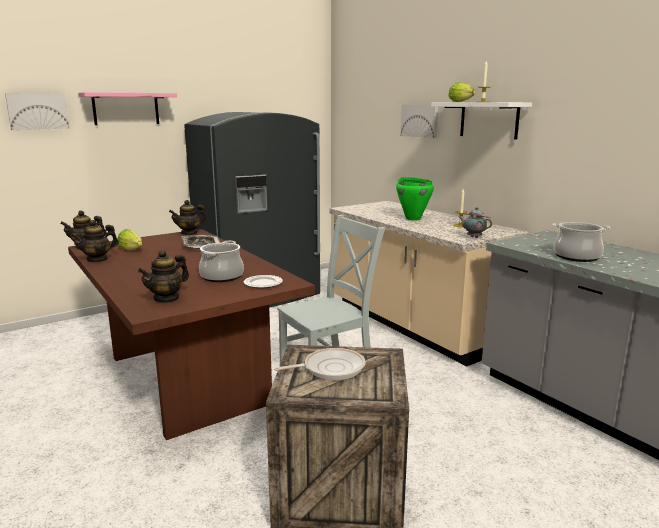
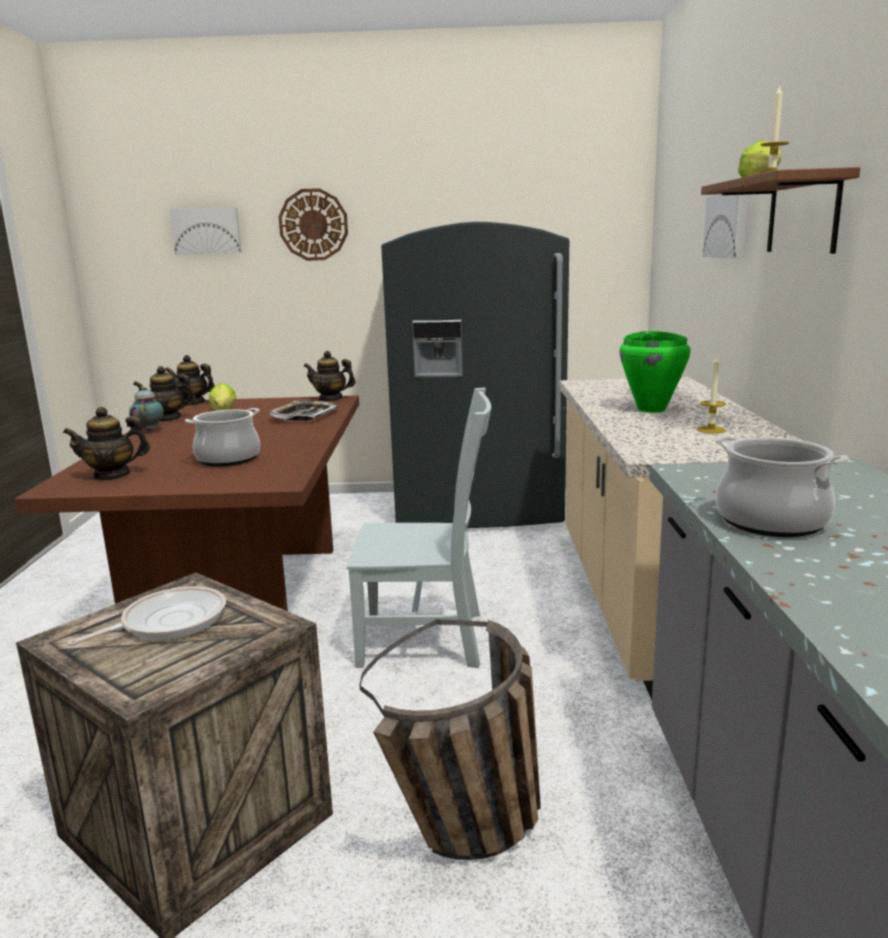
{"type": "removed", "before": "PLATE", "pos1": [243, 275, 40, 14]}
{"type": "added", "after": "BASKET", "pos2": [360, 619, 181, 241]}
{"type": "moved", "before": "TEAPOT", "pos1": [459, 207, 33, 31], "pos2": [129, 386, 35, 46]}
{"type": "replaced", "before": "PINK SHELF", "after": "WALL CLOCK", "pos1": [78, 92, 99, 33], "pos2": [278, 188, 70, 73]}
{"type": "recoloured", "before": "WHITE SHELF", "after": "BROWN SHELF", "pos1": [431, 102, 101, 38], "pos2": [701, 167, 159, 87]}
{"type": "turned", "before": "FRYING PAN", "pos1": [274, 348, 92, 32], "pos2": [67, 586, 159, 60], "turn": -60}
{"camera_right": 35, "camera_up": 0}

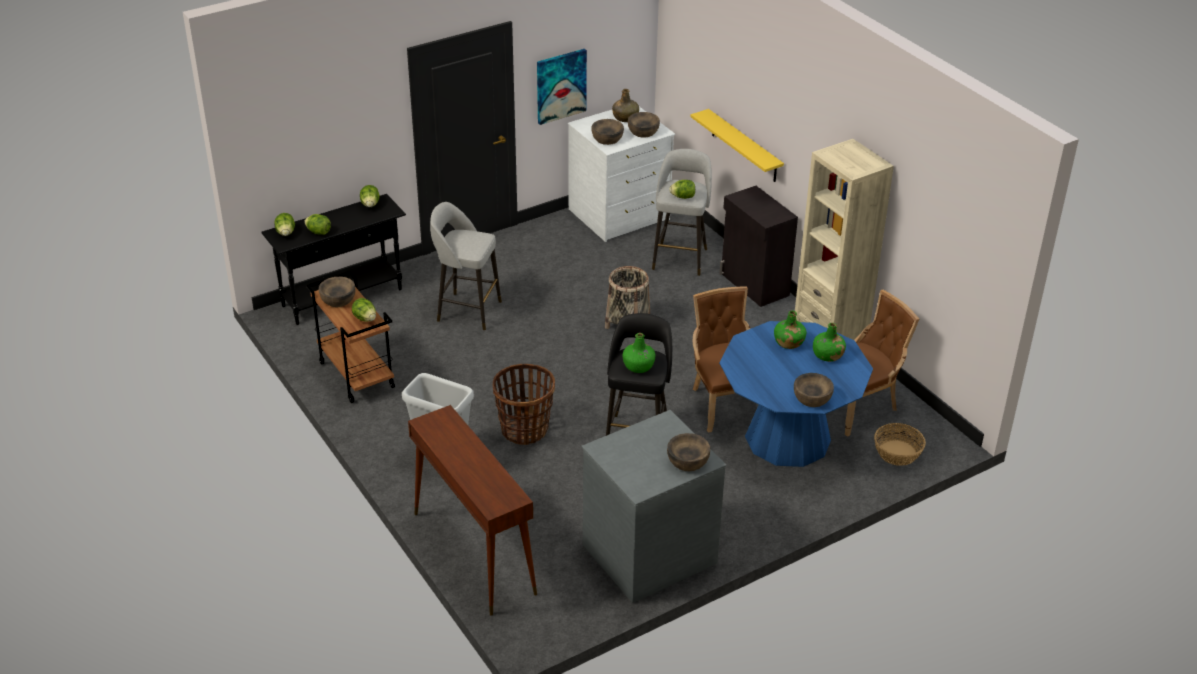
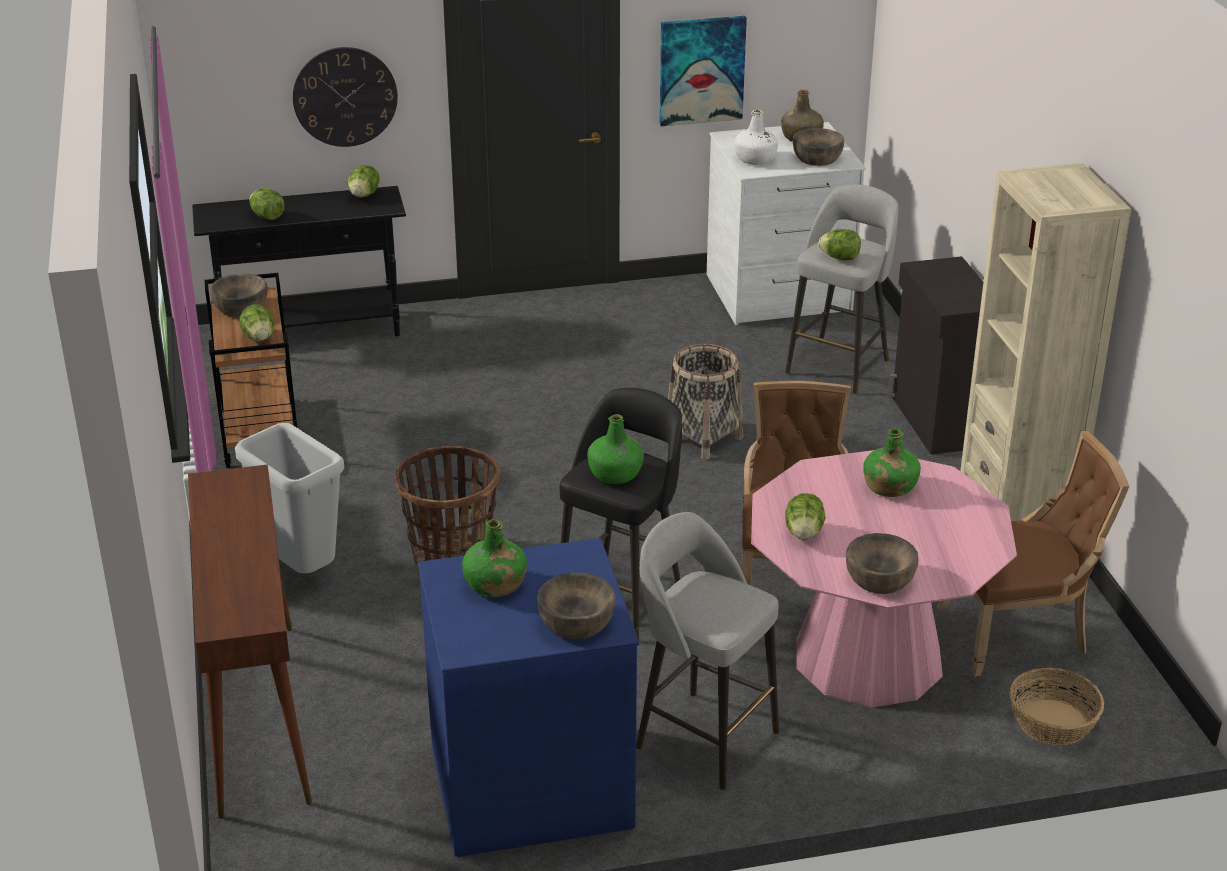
{"type": "removed", "before": "YELLOW SHELF", "pos1": [690, 109, 94, 73]}
{"type": "added", "after": "WALL CLOCK", "pos2": [293, 47, 105, 100]}
{"type": "moved", "before": "LETTUCE", "pos1": [274, 213, 21, 23], "pos2": [785, 493, 41, 47]}
{"type": "moved", "before": "GREY STOOL", "pos1": [430, 202, 72, 128], "pos2": [636, 512, 143, 278]}
{"type": "moved", "before": "GREEN BOTTLE", "pos1": [813, 323, 33, 39], "pos2": [462, 519, 65, 78]}
{"type": "replaced", "before": "BROWN BOWL", "after": "WHITE BOTTLE", "pos1": [591, 119, 33, 26], "pos2": [734, 109, 44, 56]}
{"type": "recoloured", "before": "GREY DRESSER", "after": "BLUE DRESSER", "pos1": [581, 410, 145, 193], "pos2": [418, 538, 221, 319]}
{"type": "recoloured", "before": "BLUE DINING TABLE", "after": "PINK DINING TABLE", "pos1": [719, 321, 154, 146], "pos2": [751, 450, 266, 258]}
{"camera_right": 20, "camera_up": -5}

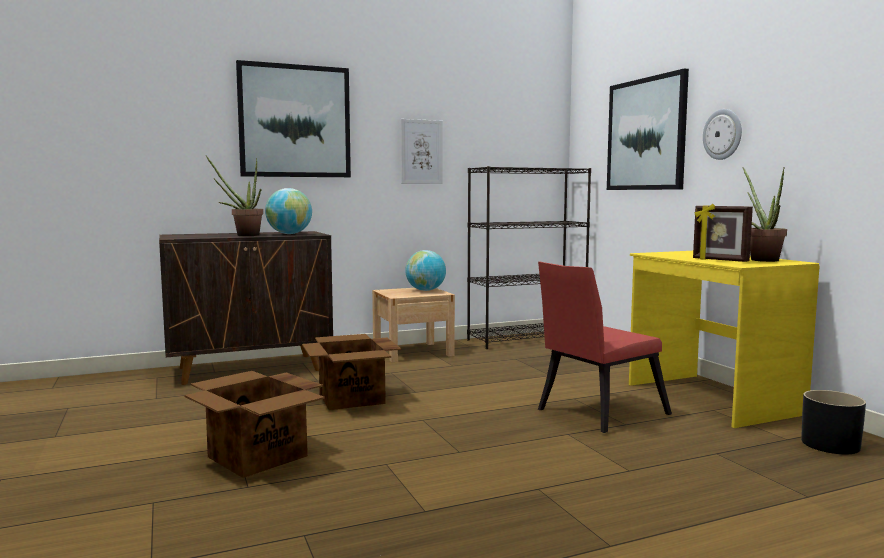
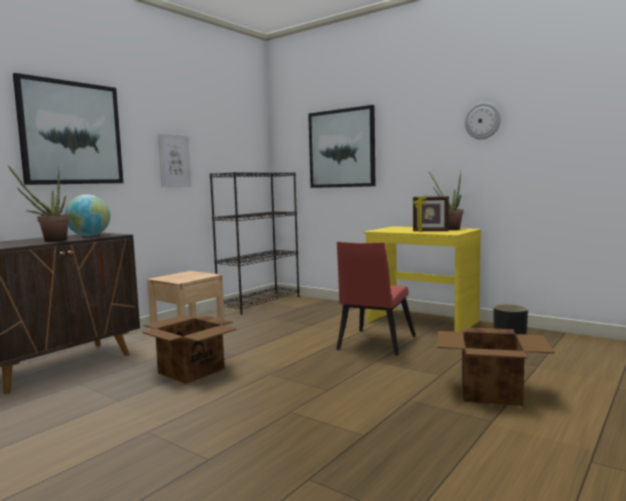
{"type": "removed", "before": "GLOBE", "pos1": [405, 250, 41, 41]}
{"type": "moved", "before": "CARDBOARD BOX", "pos1": [184, 371, 141, 107], "pos2": [438, 327, 117, 79]}
{"type": "moved", "before": "WALL CLOCK", "pos1": [703, 109, 39, 51], "pos2": [465, 102, 36, 38]}
{"camera_right": -30, "camera_up": 0}

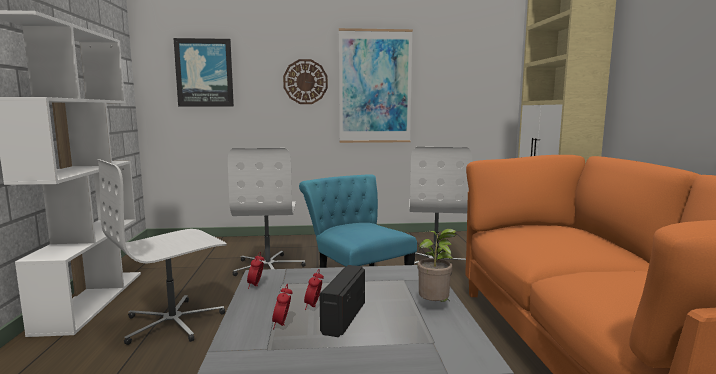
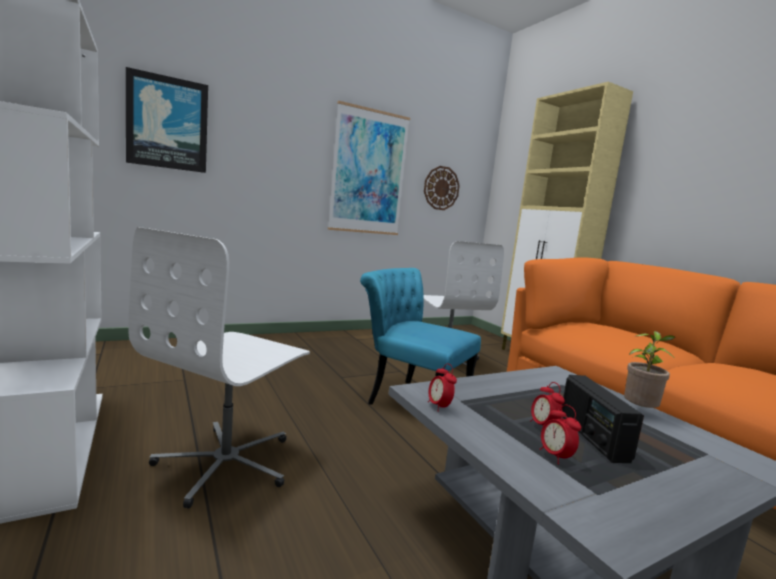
{"type": "removed", "before": "WHITE OFFICE CHAIR", "pos1": [228, 148, 78, 128]}
{"type": "moved", "before": "WALL CLOCK", "pos1": [283, 59, 45, 45], "pos2": [424, 166, 36, 44]}
{"camera_right": -25, "camera_up": 0}

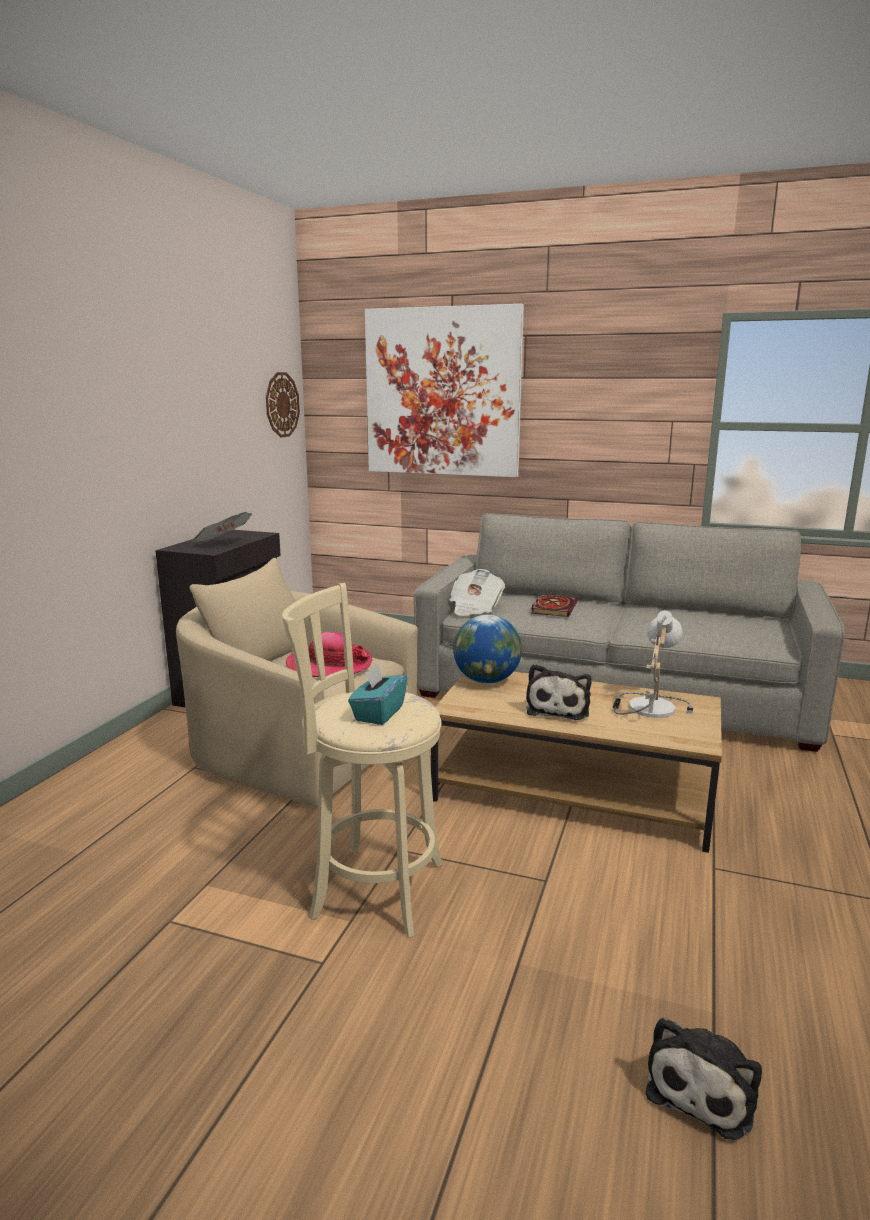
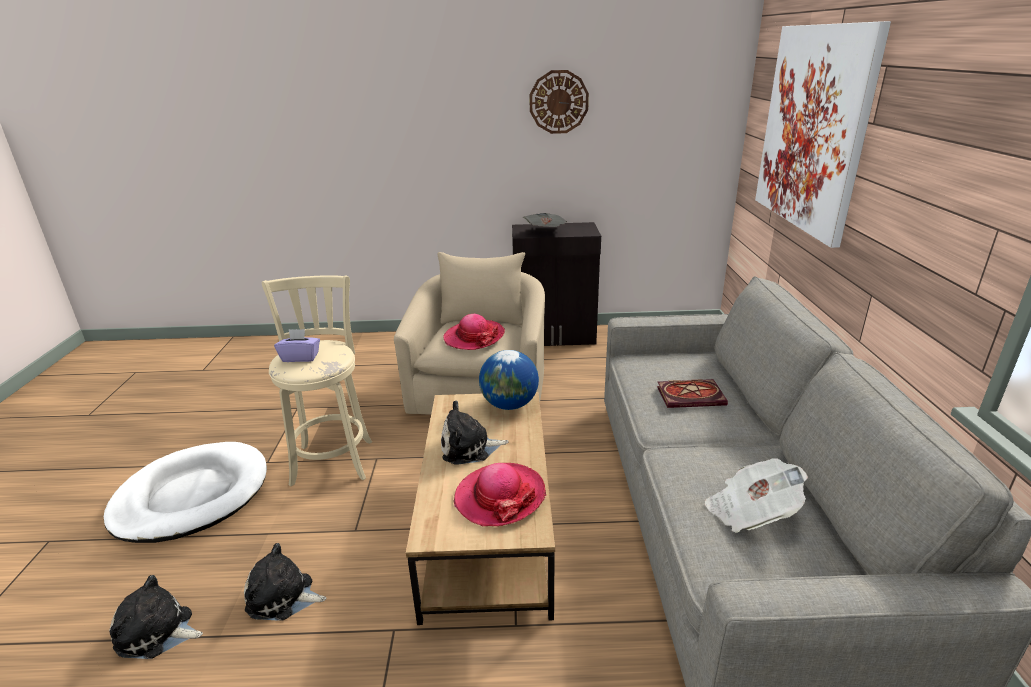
{"type": "added", "after": "WHITE DOG BED", "pos2": [104, 442, 163, 101]}
{"type": "added", "after": "PLUSH TOY", "pos2": [244, 543, 83, 78]}
{"type": "moved", "before": "WALL CLOCK", "pos1": [266, 372, 34, 66], "pos2": [529, 70, 60, 64]}
{"type": "moved", "before": "NEWSPAPER", "pos1": [450, 569, 55, 47], "pos2": [705, 458, 103, 75]}
{"type": "replaced", "before": "TABLE LAMP", "after": "HAT", "pos1": [613, 610, 80, 108], "pos2": [453, 463, 93, 63]}
{"type": "recoloured", "before": "TURQUOISE TISSUE BOX", "after": "PURPLE TISSUE BOX", "pos1": [348, 663, 59, 62], "pos2": [274, 329, 46, 33]}
{"camera_right": 70, "camera_up": 10}

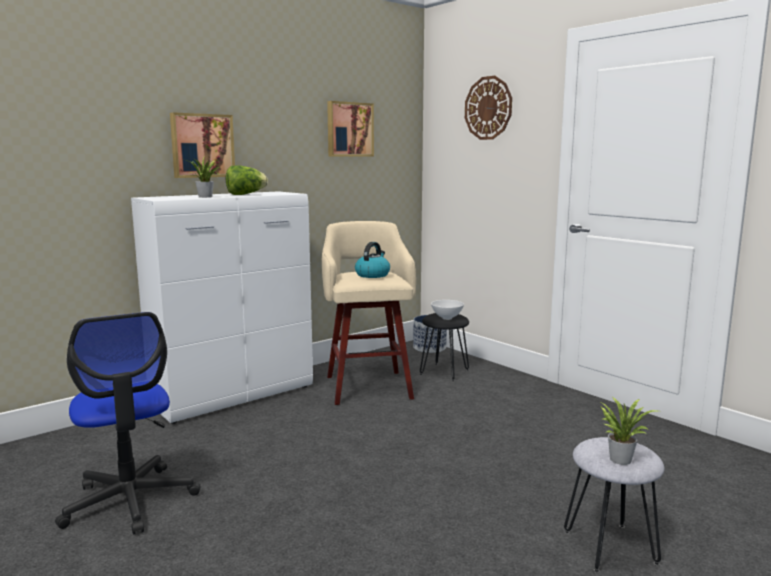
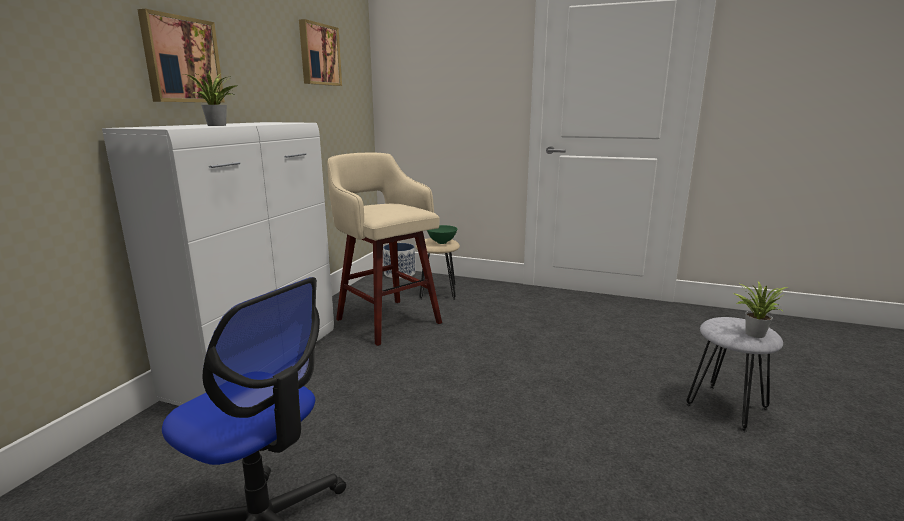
{"type": "removed", "before": "LETTUCE", "pos1": [226, 165, 42, 30]}
{"type": "removed", "before": "KETTLE", "pos1": [355, 242, 35, 36]}
{"type": "removed", "before": "WALL CLOCK", "pos1": [465, 76, 47, 64]}
{"type": "recoloured", "before": "BLACK STOOL", "after": "BEIGE STOOL", "pos1": [420, 313, 49, 68], "pos2": [415, 238, 45, 62]}
{"type": "recoloured", "before": "WHITE BOWL", "after": "GREEN BOWL", "pos1": [431, 300, 33, 20], "pos2": [427, 225, 30, 19]}
{"camera_right": -30, "camera_up": 5}

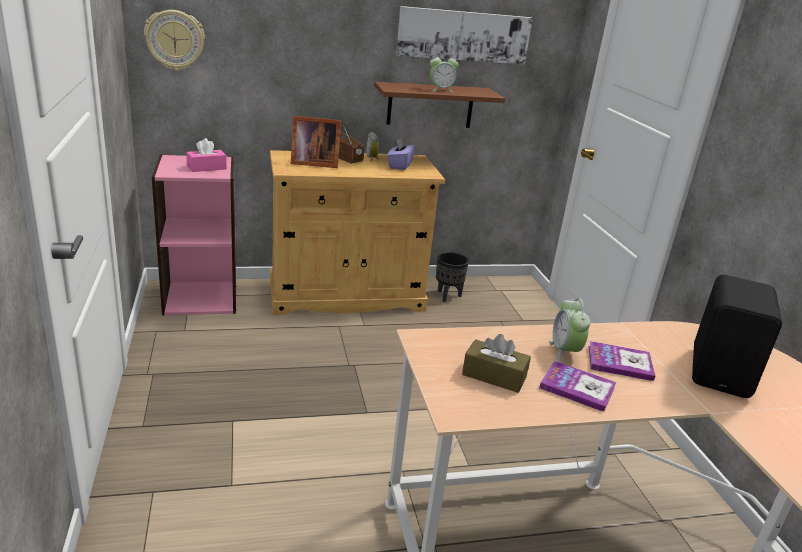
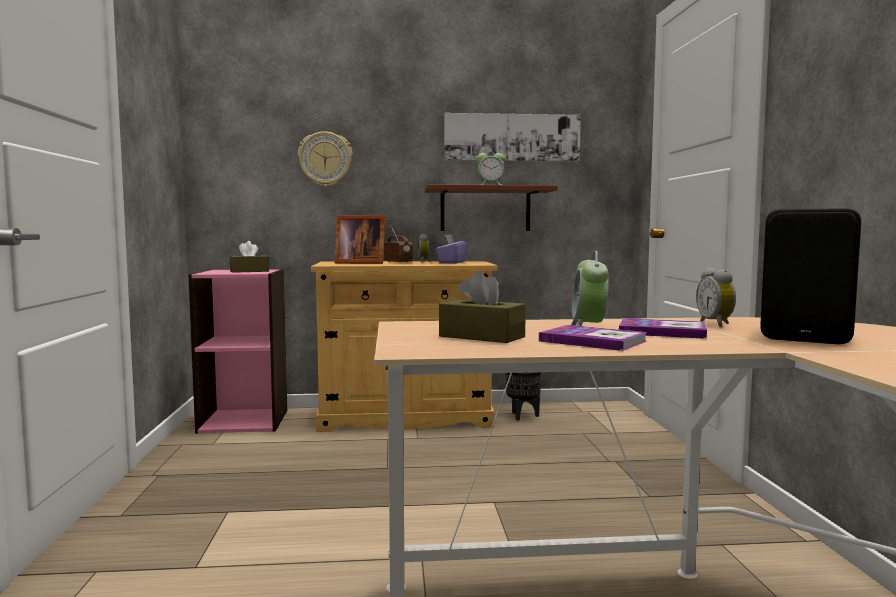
{"type": "added", "after": "ALARM CLOCK", "pos2": [696, 268, 40, 59]}
{"type": "moved", "before": "WALL CLOCK", "pos1": [144, 10, 61, 61], "pos2": [298, 131, 55, 56]}
{"type": "recoloured", "before": "PINK TISSUE BOX", "after": "BROWN TISSUE BOX", "pos1": [186, 138, 41, 34], "pos2": [230, 241, 39, 32]}
{"camera_right": 10, "camera_up": -20}

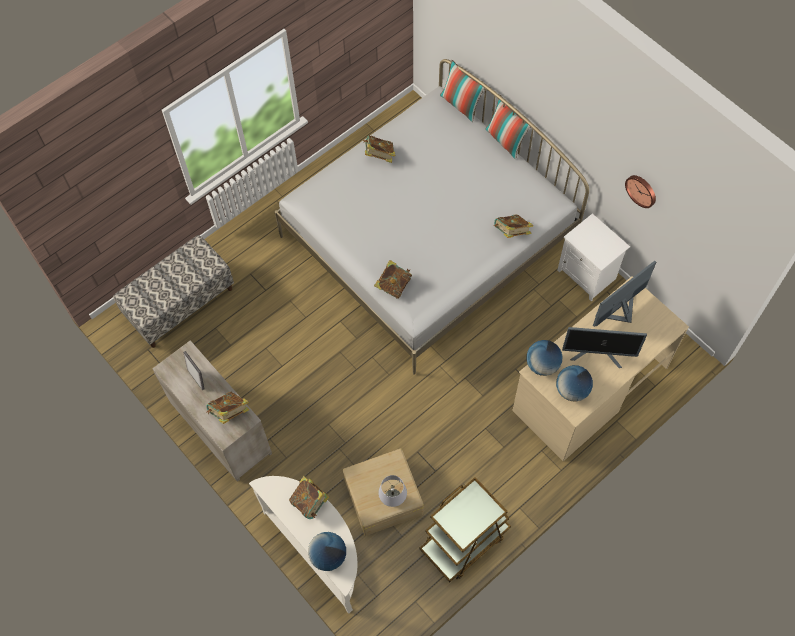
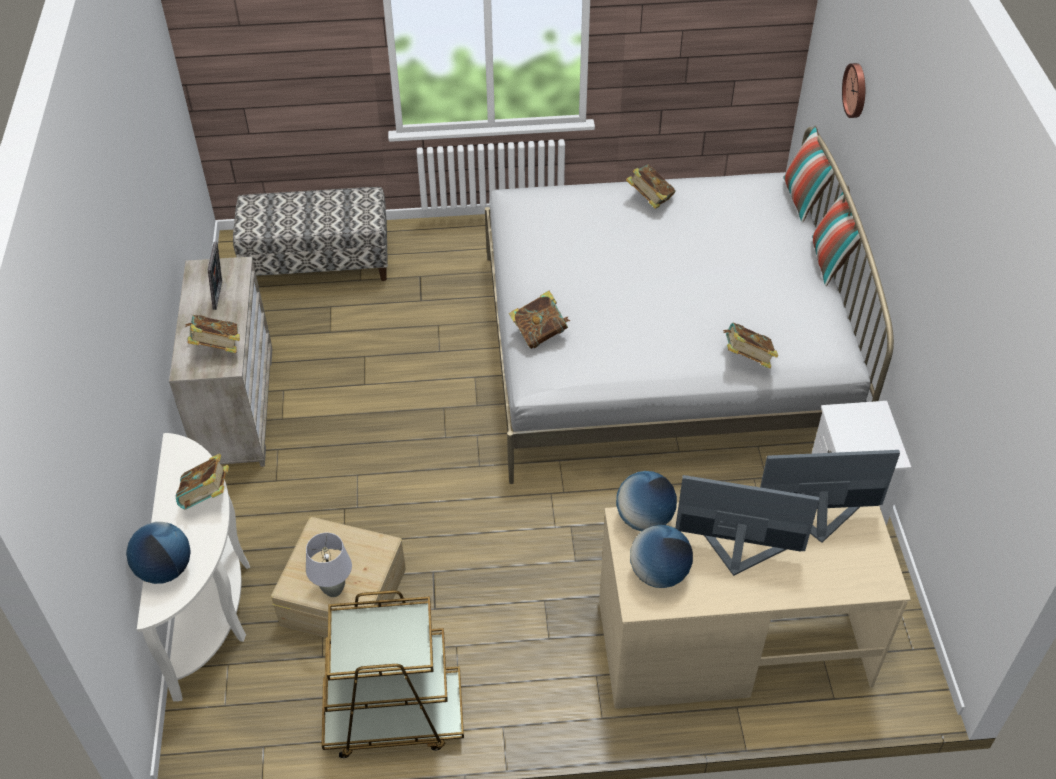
{"type": "moved", "before": "WALL CLOCK", "pos1": [625, 175, 31, 33], "pos2": [842, 63, 23, 55]}
{"type": "turned", "before": "MONITOR", "pos1": [562, 327, 85, 41], "pos2": [675, 475, 144, 101], "turn": 150}
{"camera_right": 35, "camera_up": -15}

